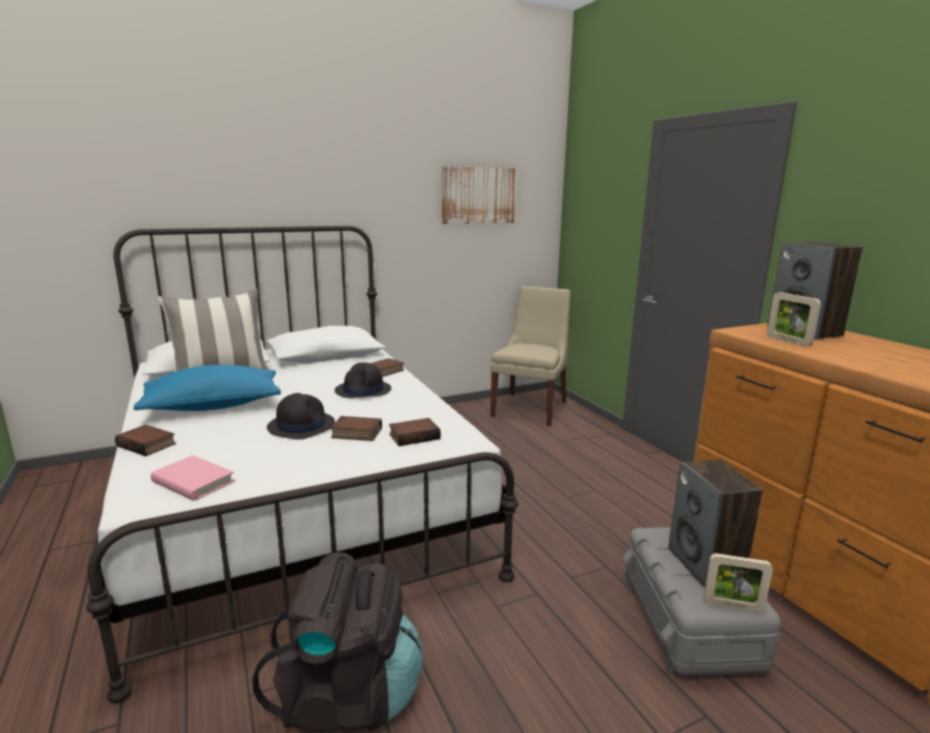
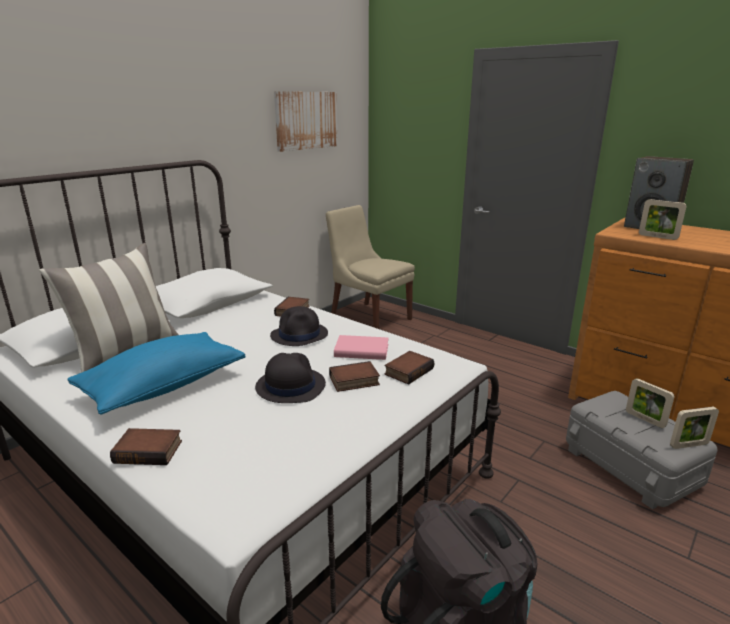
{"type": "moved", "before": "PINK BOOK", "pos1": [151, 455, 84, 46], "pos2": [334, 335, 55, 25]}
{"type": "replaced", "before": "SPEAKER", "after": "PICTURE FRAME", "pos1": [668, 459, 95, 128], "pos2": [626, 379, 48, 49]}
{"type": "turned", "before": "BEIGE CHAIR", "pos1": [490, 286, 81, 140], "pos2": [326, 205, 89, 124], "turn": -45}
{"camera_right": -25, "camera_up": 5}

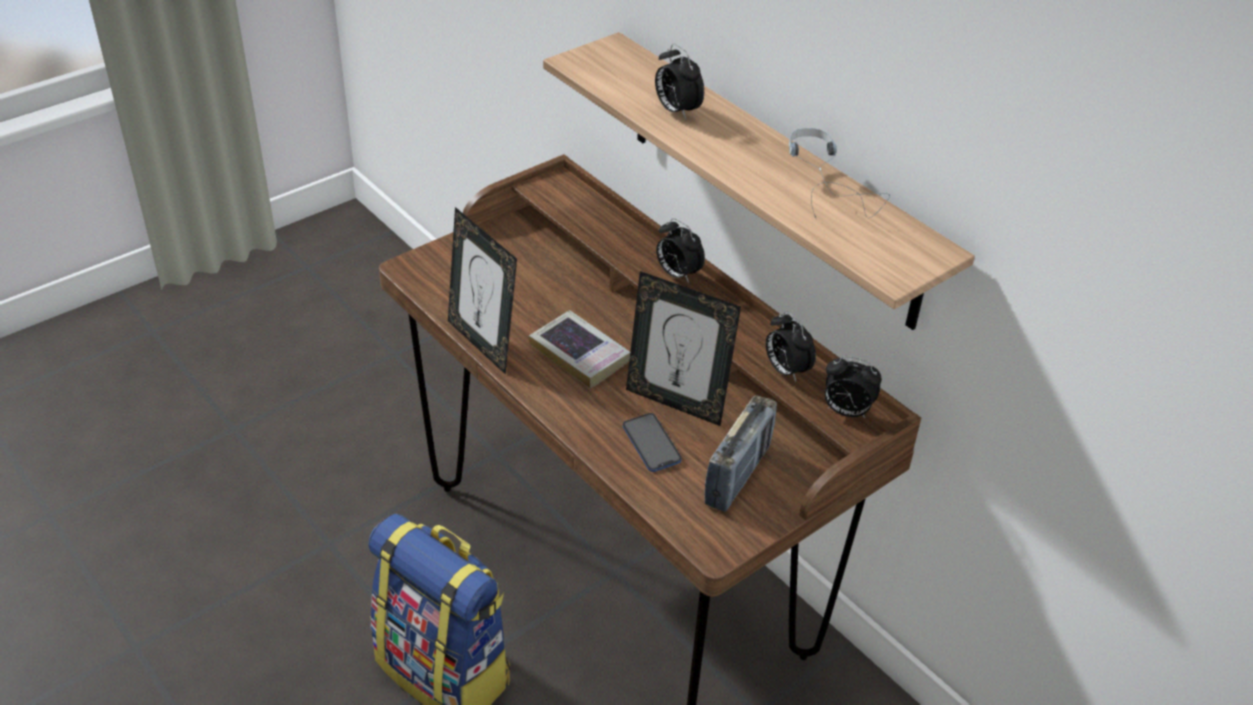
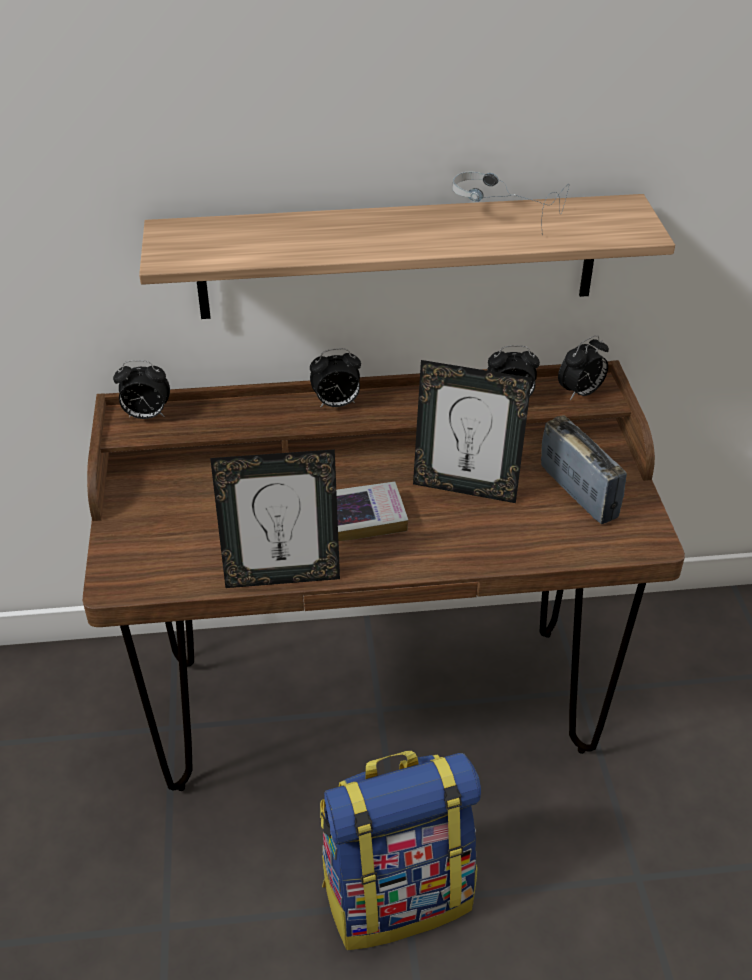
{"type": "removed", "before": "PHONE", "pos1": [623, 413, 58, 59]}
{"type": "moved", "before": "ALARM CLOCK", "pos1": [655, 43, 49, 77], "pos2": [113, 360, 57, 59]}
{"type": "turned", "before": "PICTURE FRAME", "pos1": [626, 271, 115, 155], "pos2": [413, 360, 119, 143], "turn": 45}
{"camera_right": -55, "camera_up": 0}

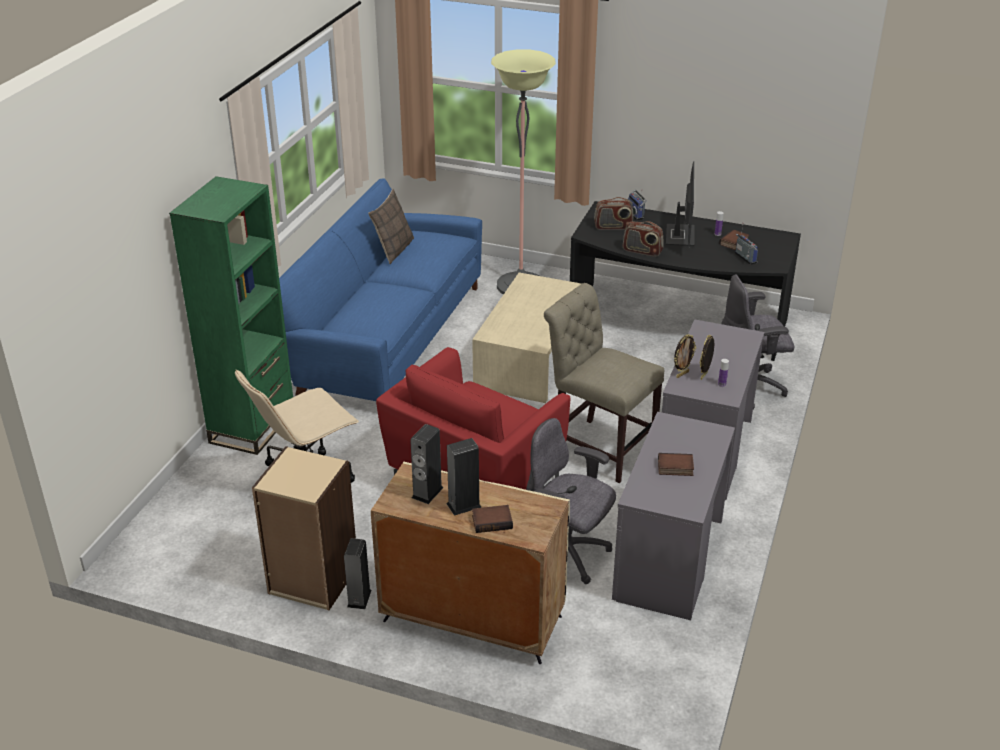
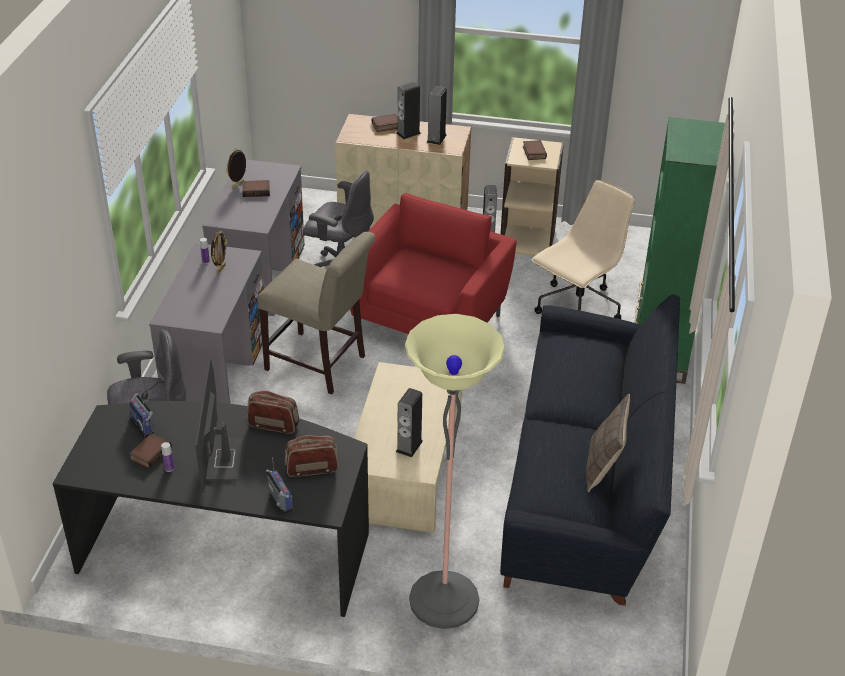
{"type": "added", "after": "SPEAKER", "pos2": [396, 388, 27, 70]}
{"type": "added", "after": "BOOK", "pos2": [523, 140, 24, 20]}
{"type": "moved", "before": "PICTURE FRAME", "pos1": [674, 334, 22, 44], "pos2": [226, 149, 20, 39]}
{"type": "recoloured", "before": "BLUE SOFA", "after": "BLACK SOFA", "pos1": [279, 178, 203, 223], "pos2": [500, 294, 180, 312]}
{"camera_right": 170, "camera_up": 5}

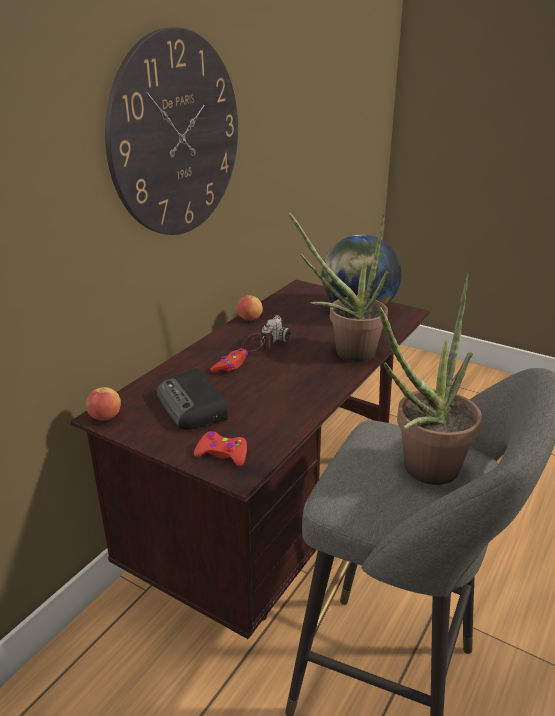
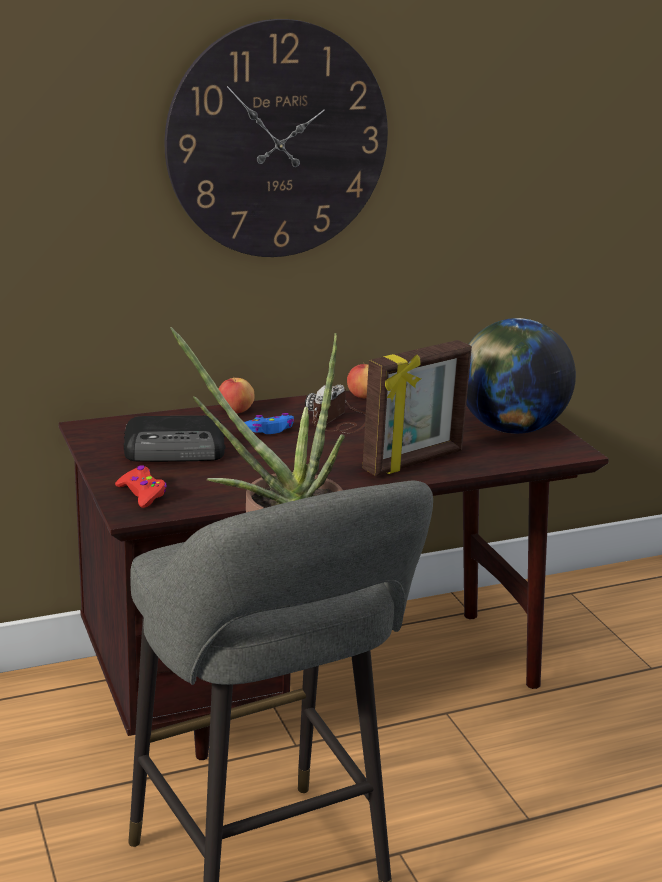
{"type": "moved", "before": "APPLE", "pos1": [86, 387, 35, 34], "pos2": [219, 378, 36, 35]}
{"type": "replaced", "before": "POTTED PLANT", "after": "PICTURE FRAME", "pos1": [289, 210, 100, 152], "pos2": [363, 340, 109, 136]}
{"type": "recoloured", "before": "RED GAME CONTROLLER", "after": "BLUE GAME CONTROLLER", "pos1": [210, 348, 38, 24], "pos2": [244, 413, 50, 21]}
{"type": "turned", "before": "RADIO", "pos1": [156, 368, 72, 62], "pos2": [124, 416, 102, 46], "turn": -105}
{"type": "turned", "before": "PHOTO CAMERA", "pos1": [241, 315, 49, 36], "pos2": [305, 385, 61, 48], "turn": 150}
{"camera_right": 35, "camera_up": -5}

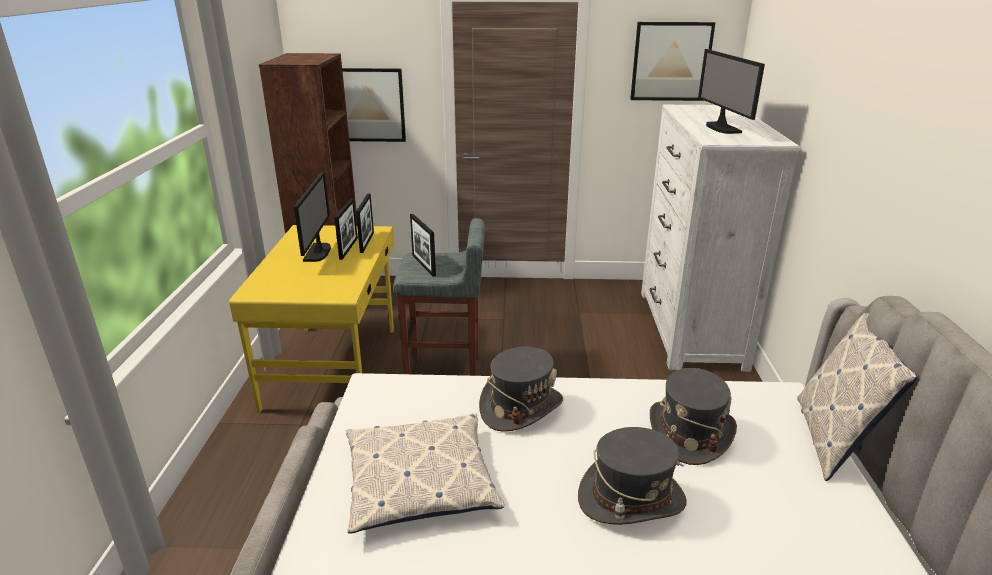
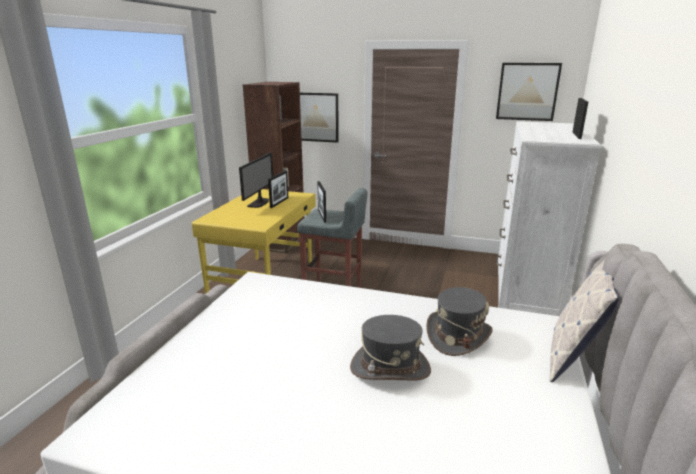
{"type": "removed", "before": "PILLOW", "pos1": [346, 413, 158, 121]}
{"type": "removed", "before": "GREY HAT", "pos1": [479, 347, 84, 85]}
{"type": "removed", "before": "MONITOR", "pos1": [698, 49, 67, 85]}
{"type": "moved", "before": "PICTURE FRAME", "pos1": [356, 193, 18, 60], "pos2": [573, 98, 15, 41]}
{"camera_right": 15, "camera_up": -5}

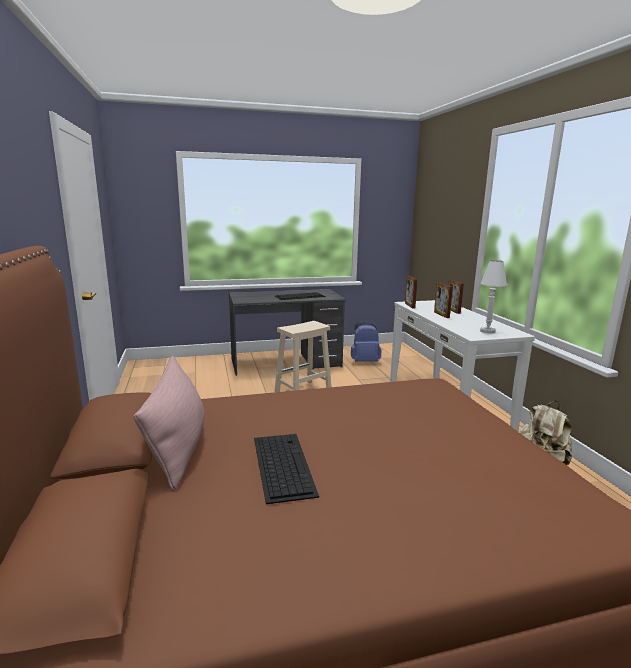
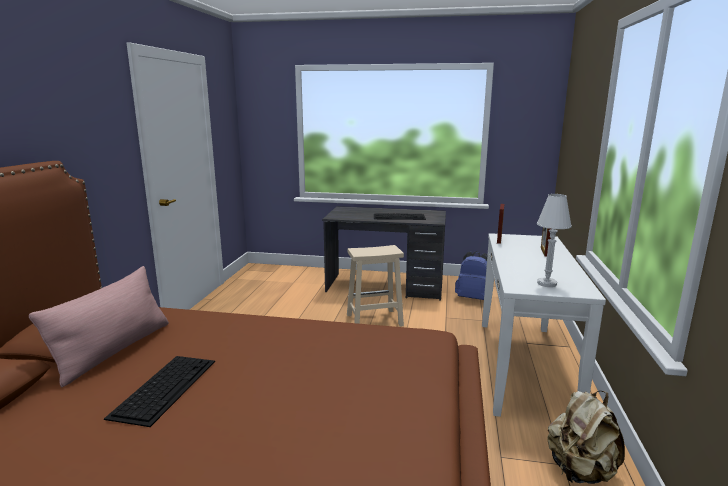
{"type": "removed", "before": "PICTURE FRAME", "pos1": [434, 283, 19, 35]}
{"camera_right": 25, "camera_up": 0}

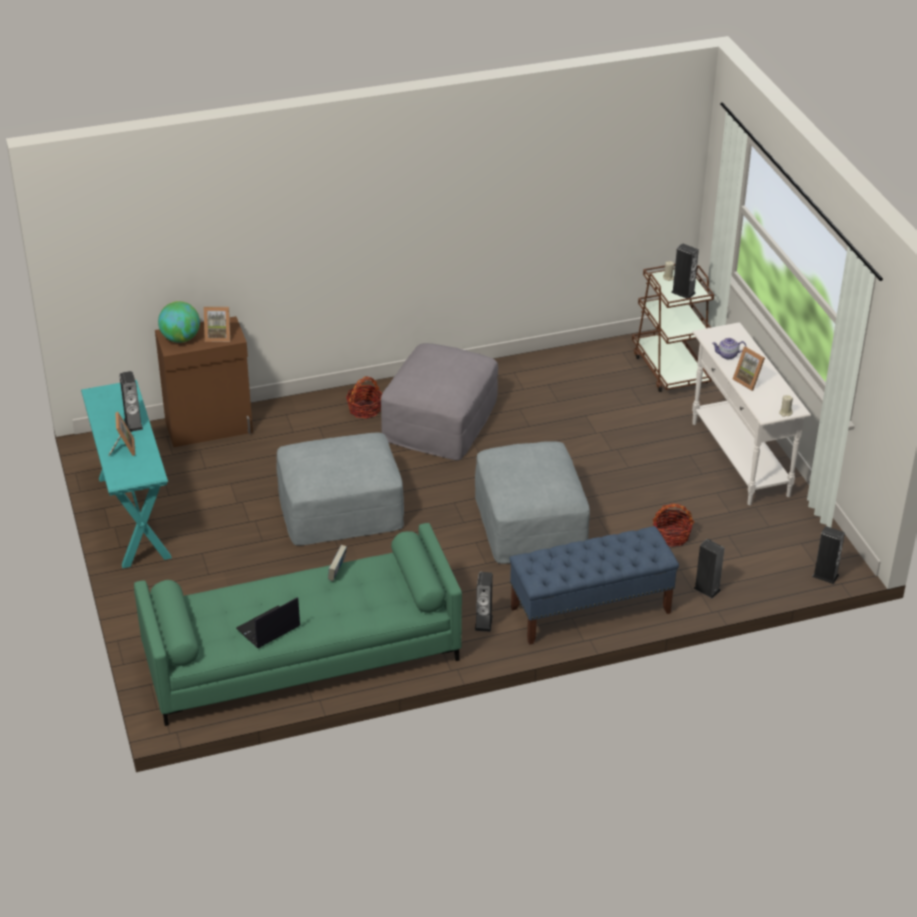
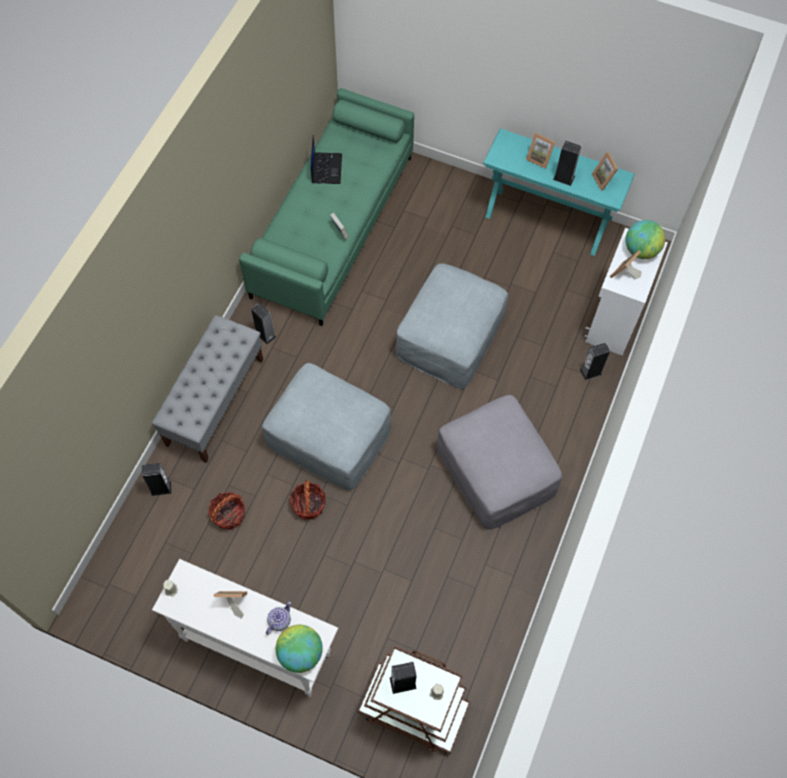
{"type": "added", "after": "GLOBE", "pos2": [276, 625, 47, 48]}
{"type": "added", "after": "PICTURE FRAME", "pos2": [592, 152, 26, 39]}
{"type": "moved", "before": "BASKET", "pos1": [346, 376, 36, 43], "pos2": [290, 481, 36, 38]}
{"type": "moved", "before": "SPEAKER", "pos1": [812, 526, 33, 58], "pos2": [580, 343, 30, 37]}
{"type": "recoloured", "before": "BROWN CABINET", "after": "WHITE CABINET", "pos1": [155, 316, 98, 131], "pos2": [583, 228, 85, 127]}
{"type": "recoloured", "before": "BLUE BENCH", "after": "GREY BENCH", "pos1": [509, 526, 170, 119], "pos2": [152, 315, 111, 148]}
{"camera_right": 130, "camera_up": 25}

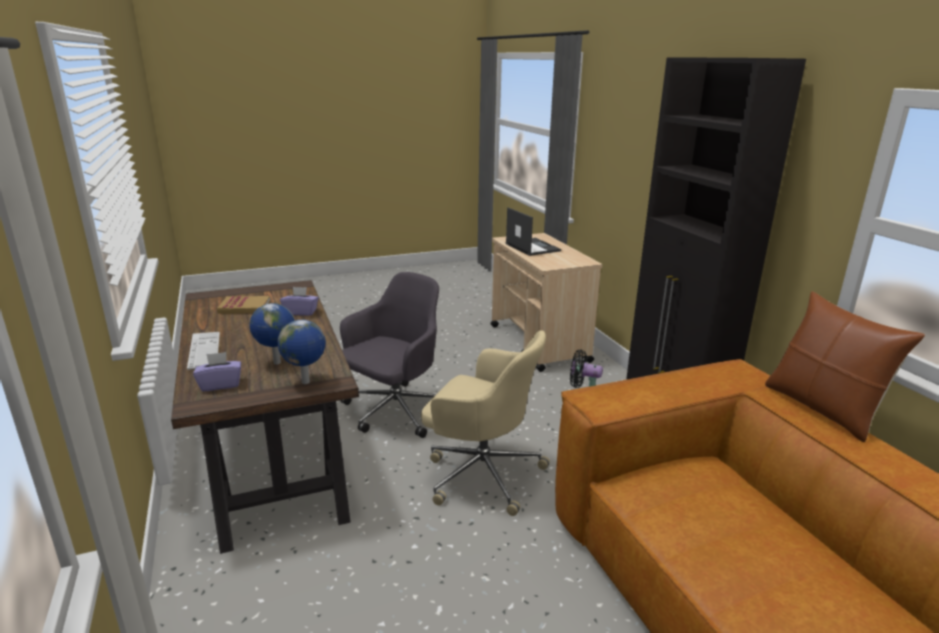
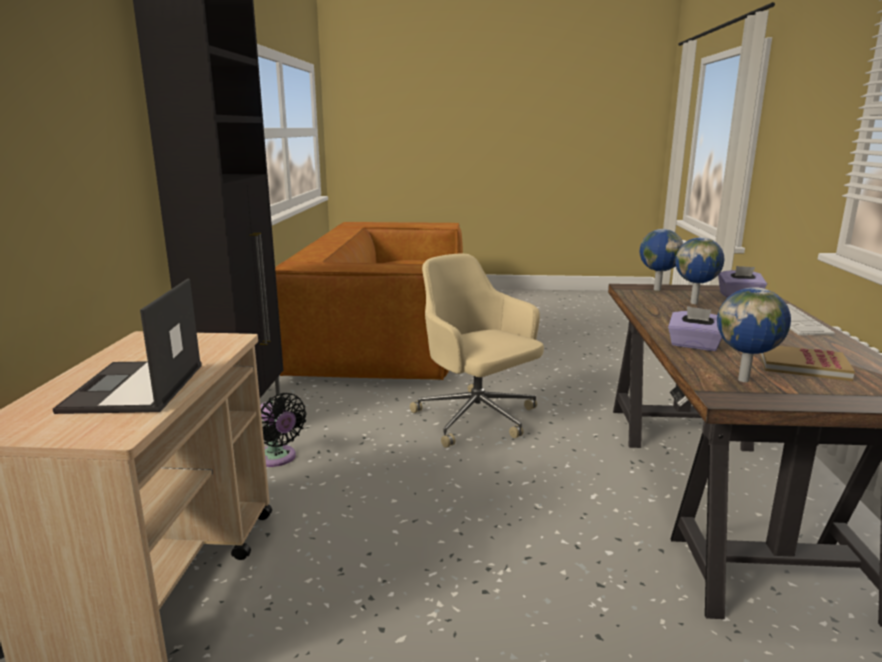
{"type": "removed", "before": "GREY OFFICE CHAIR", "pos1": [340, 272, 99, 166]}
{"type": "removed", "before": "BROWN PILLOW", "pos1": [765, 291, 160, 151]}
{"type": "added", "after": "GLOBE", "pos2": [717, 287, 74, 95]}
{"camera_right": -155, "camera_up": -5}

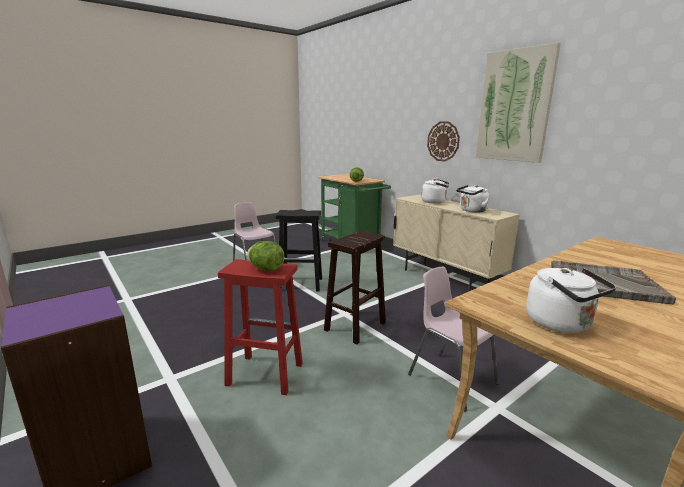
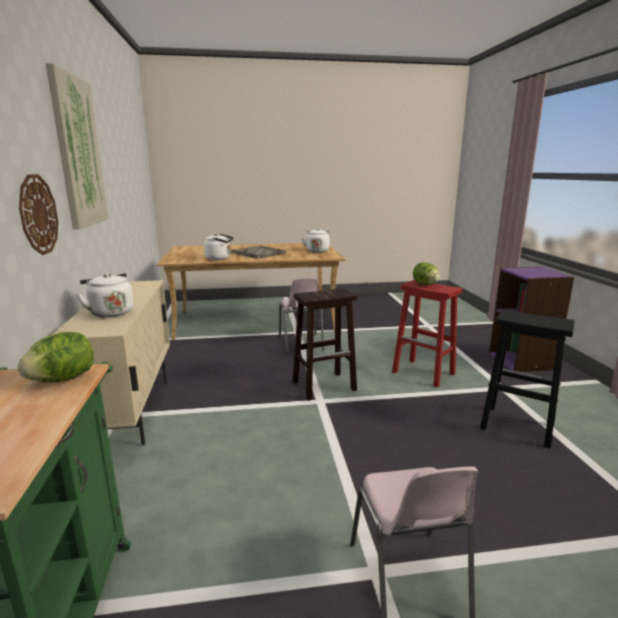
{"type": "moved", "before": "BLACK STOOL", "pos1": [276, 210, 46, 81], "pos2": [480, 309, 95, 140]}
{"type": "moved", "before": "WHITE KETTLE", "pos1": [456, 185, 34, 28], "pos2": [204, 234, 29, 26]}
{"camera_right": -150, "camera_up": 0}

